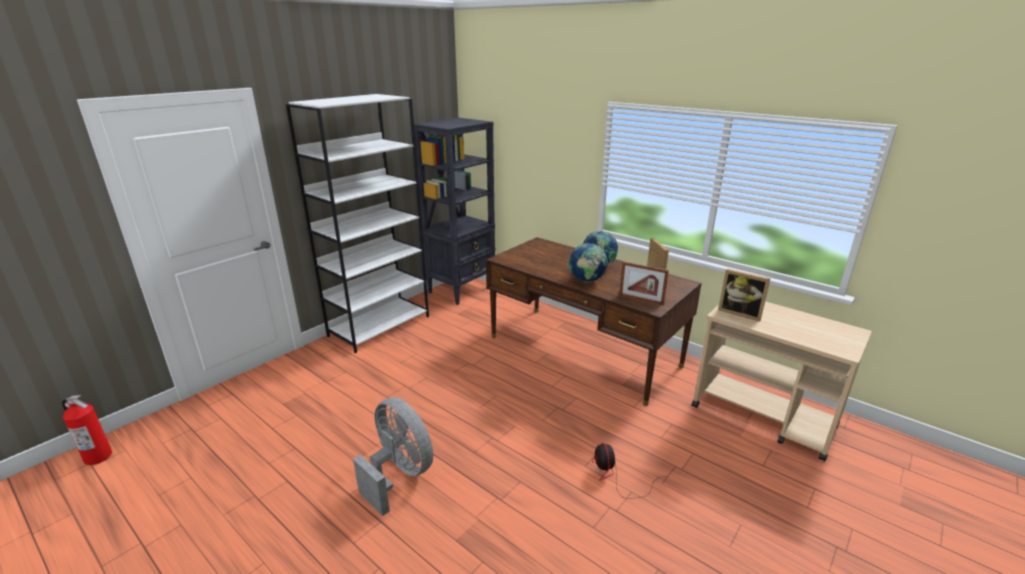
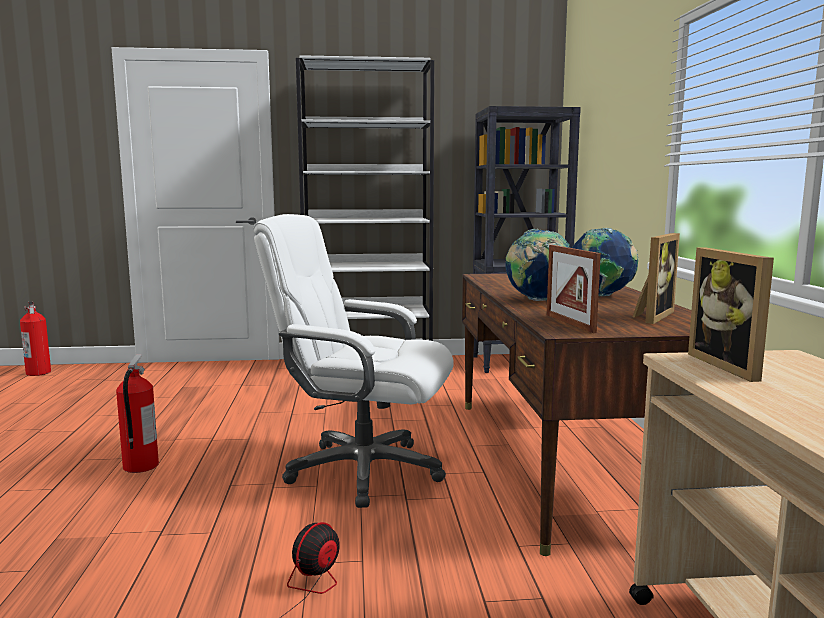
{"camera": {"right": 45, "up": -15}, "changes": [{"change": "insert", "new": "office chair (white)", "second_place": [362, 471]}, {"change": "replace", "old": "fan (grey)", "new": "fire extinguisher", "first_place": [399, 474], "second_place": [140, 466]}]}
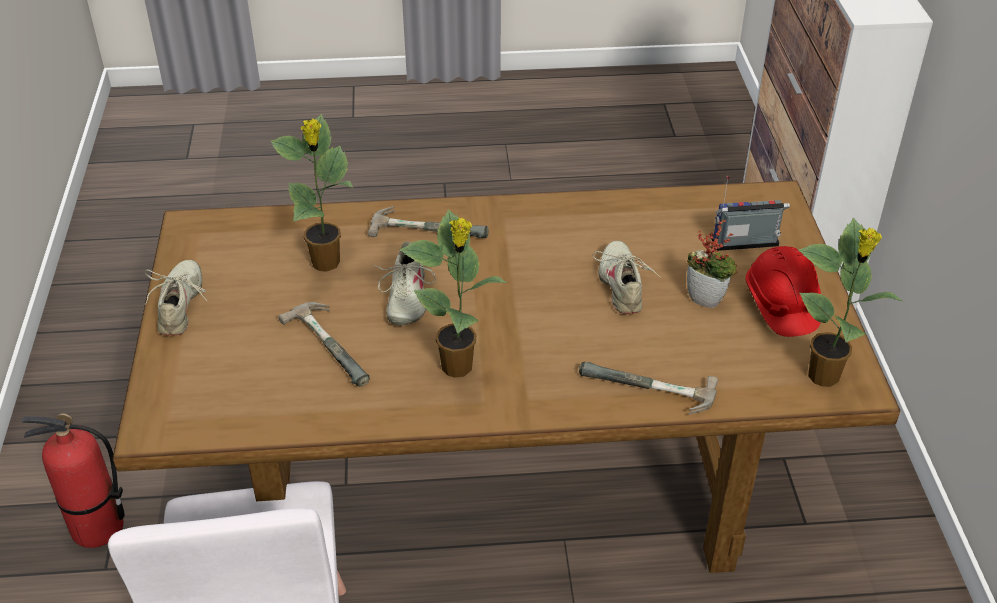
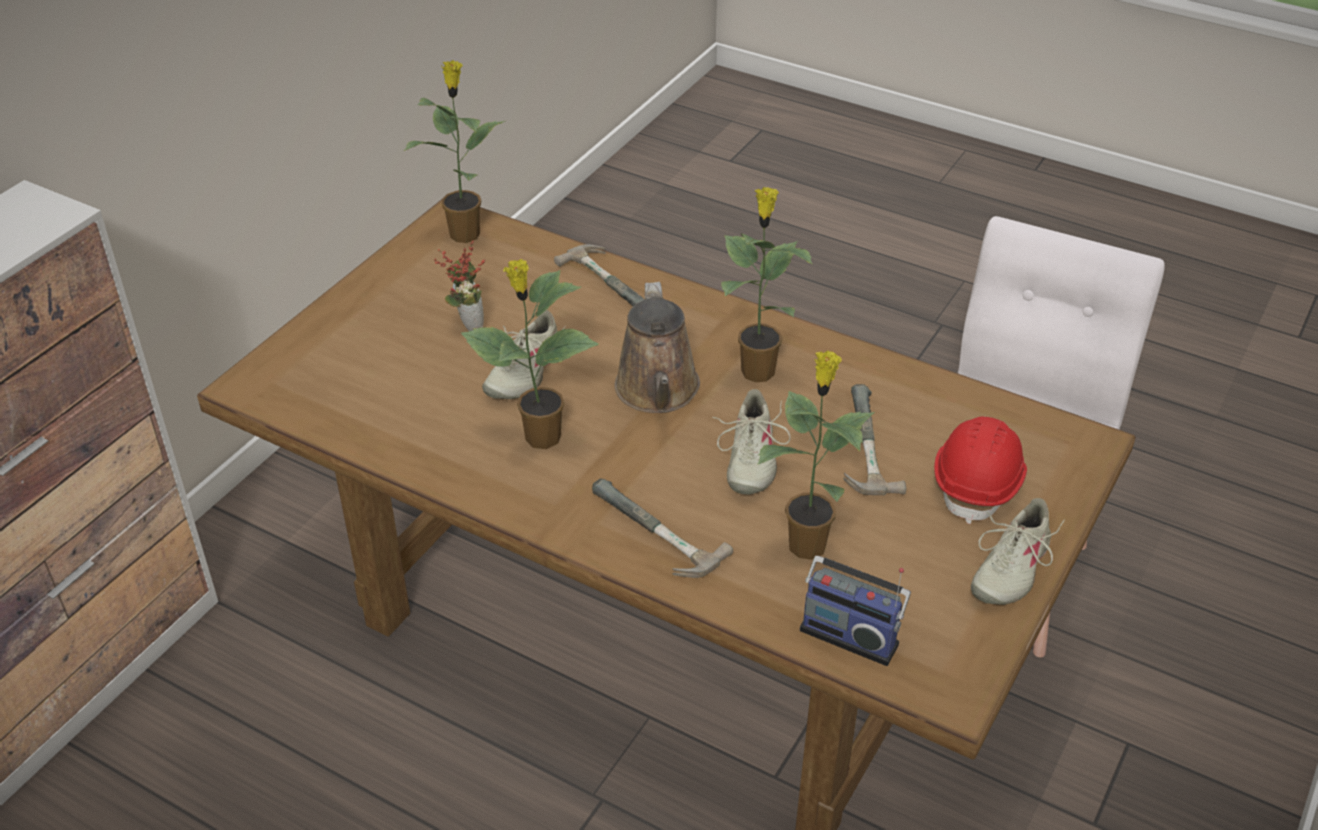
{"camera": {"right": -145, "up": 0}, "changes": [{"change": "delete", "old": "fire extinguisher", "first_place": [97, 528]}, {"change": "insert", "new": "potted plant", "second_place": [540, 438]}, {"change": "insert", "new": "watering can (brown)", "second_place": [658, 392]}, {"change": "move", "old": "radio", "first_place": [746, 244], "second_place": [850, 634]}, {"change": "move", "old": "hard hat (red)", "first_place": [780, 306], "second_place": [978, 483]}, {"change": "rotate", "old": "shoe (beige)", "first_place": [406, 298], "second_place": [750, 459], "degrees": 150}]}
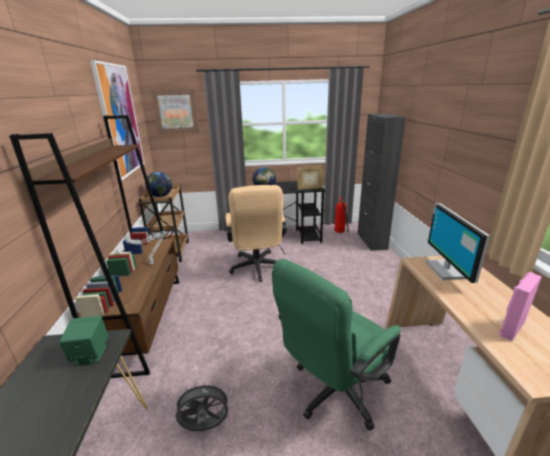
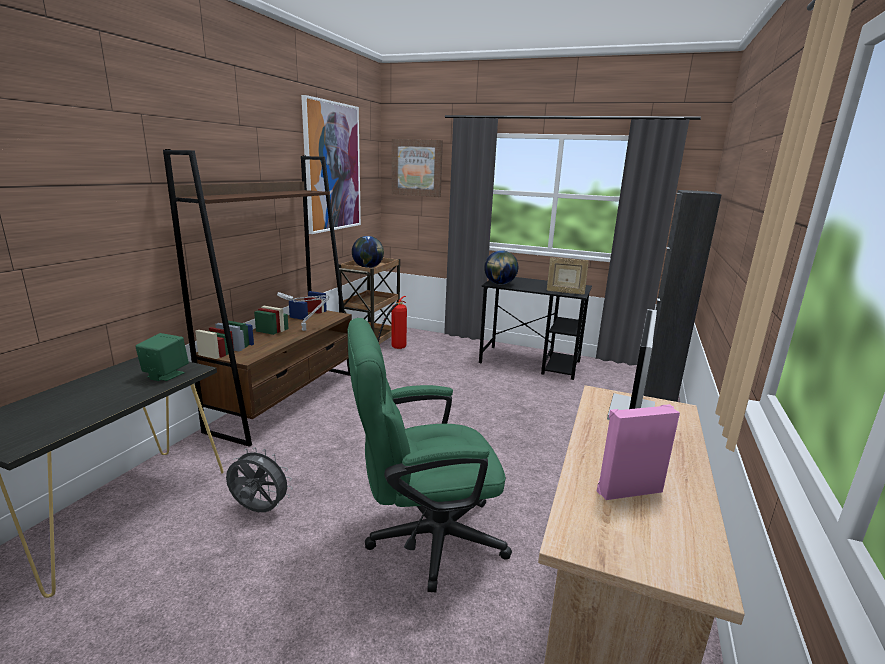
{"camera": {"right": 25, "up": -5}, "changes": [{"change": "delete", "old": "office chair (beige)", "first_place": [257, 269]}, {"change": "move", "old": "fire extinguisher", "first_place": [340, 233], "second_place": [394, 349]}]}
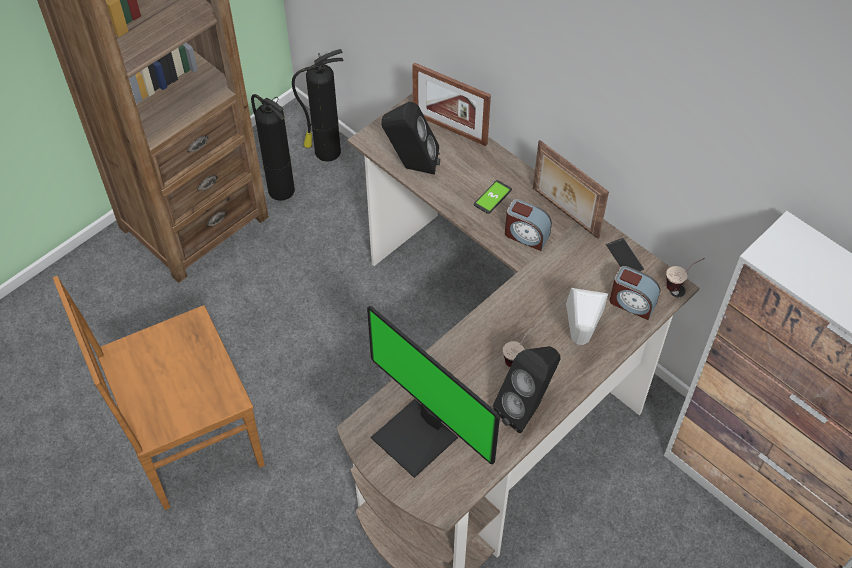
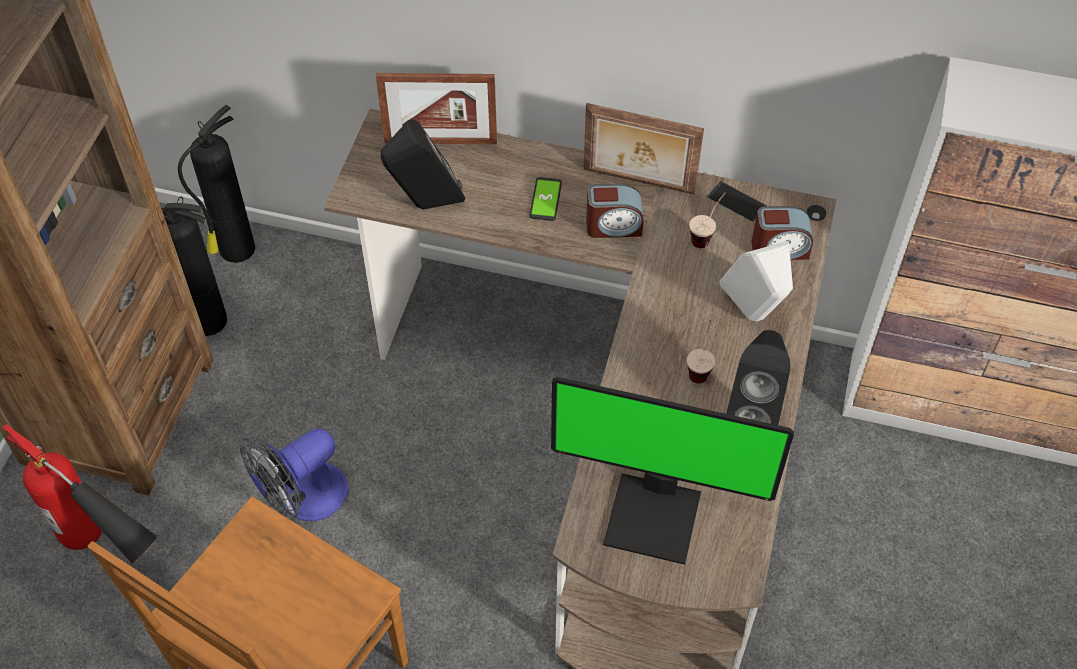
{"camera": {"right": -30, "up": 0}, "changes": [{"change": "insert", "new": "fire extinguisher", "second_place": [111, 552]}, {"change": "insert", "new": "fan", "second_place": [303, 499]}, {"change": "move", "old": "cup", "first_place": [680, 283], "second_place": [706, 235]}]}
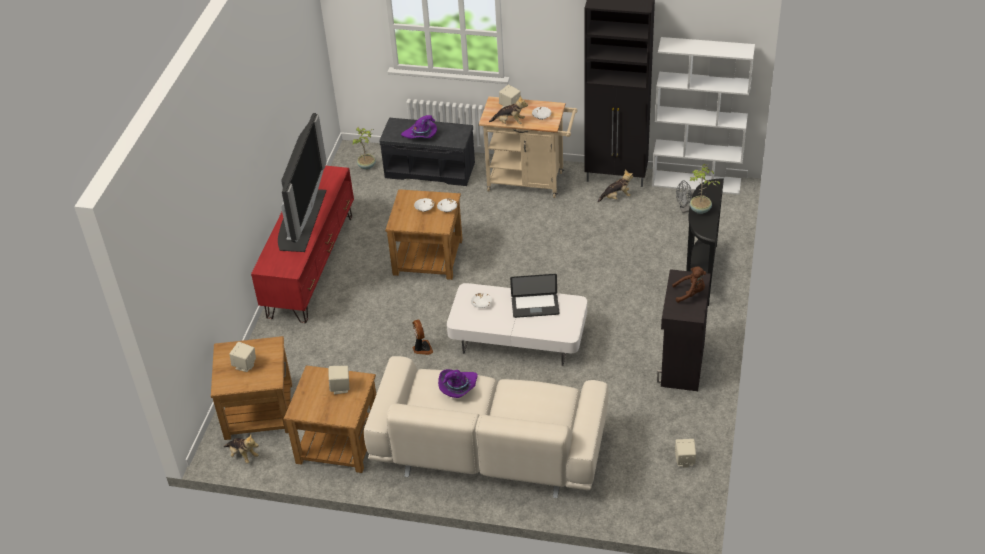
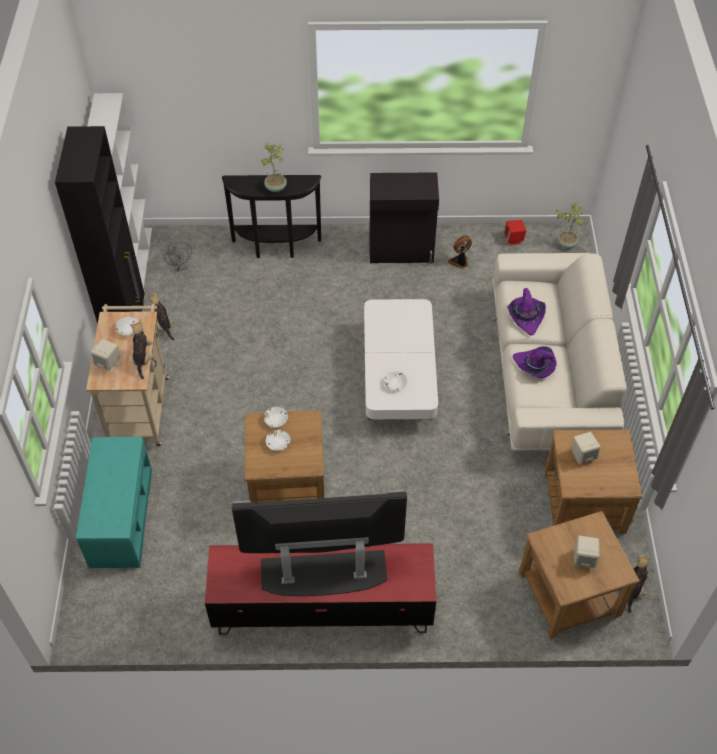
{"camera": {"right": -105, "up": 10}, "changes": [{"change": "delete", "old": "laptop", "first_place": [535, 306]}, {"change": "delete", "old": "plush toy (brown)", "first_place": [690, 293]}, {"change": "move", "old": "potted plant", "first_place": [367, 166], "second_place": [566, 244]}, {"change": "move", "old": "hat (purple)", "first_place": [421, 135], "second_place": [526, 317]}, {"change": "move", "old": "fan", "first_place": [422, 348], "second_place": [459, 262]}, {"change": "recolor", "old": "bench (grey)", "new": "bench (turquoise)", "first_place": [431, 169], "second_place": [120, 517]}, {"change": "recolor", "old": "speaker (beige)", "new": "speaker (red)", "first_place": [684, 461], "second_place": [513, 239]}]}
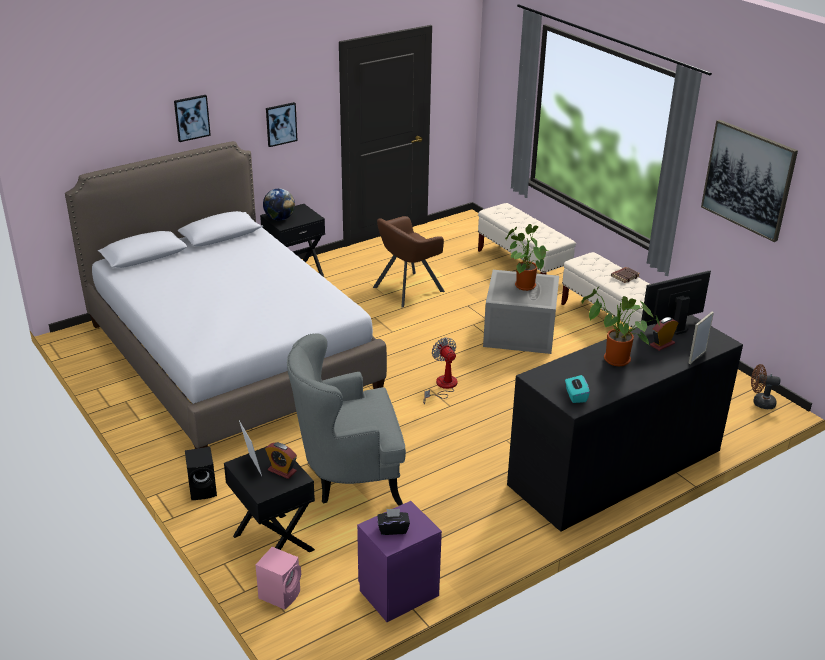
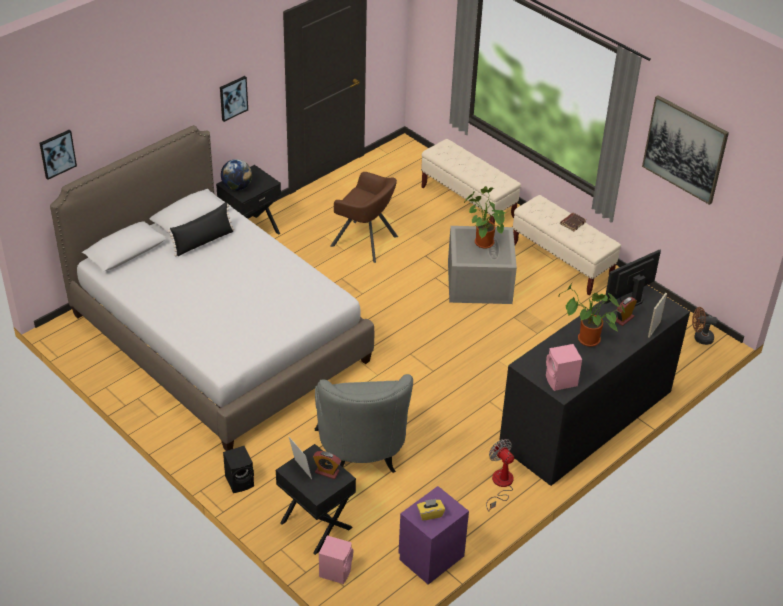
{"camera": {"right": -10, "up": 10}, "changes": [{"change": "insert", "new": "pillow (black)", "second_place": [203, 241]}, {"change": "move", "old": "picture", "first_place": [191, 117], "second_place": [57, 154]}, {"change": "move", "old": "fan", "first_place": [443, 386], "second_place": [500, 485]}, {"change": "replace", "old": "tissue box (turquoise)", "new": "speaker (pink)", "first_place": [575, 396], "second_place": [561, 381]}, {"change": "recolor", "old": "tissue box (black)", "new": "tissue box (yellow)", "first_place": [393, 529], "second_place": [430, 514]}, {"change": "rotate", "old": "armchair (grey)", "first_place": [348, 476], "second_place": [362, 454], "degrees": -75}, {"change": "rotate", "old": "armchair (brown)", "first_place": [407, 289], "second_place": [364, 241], "degrees": -105}]}
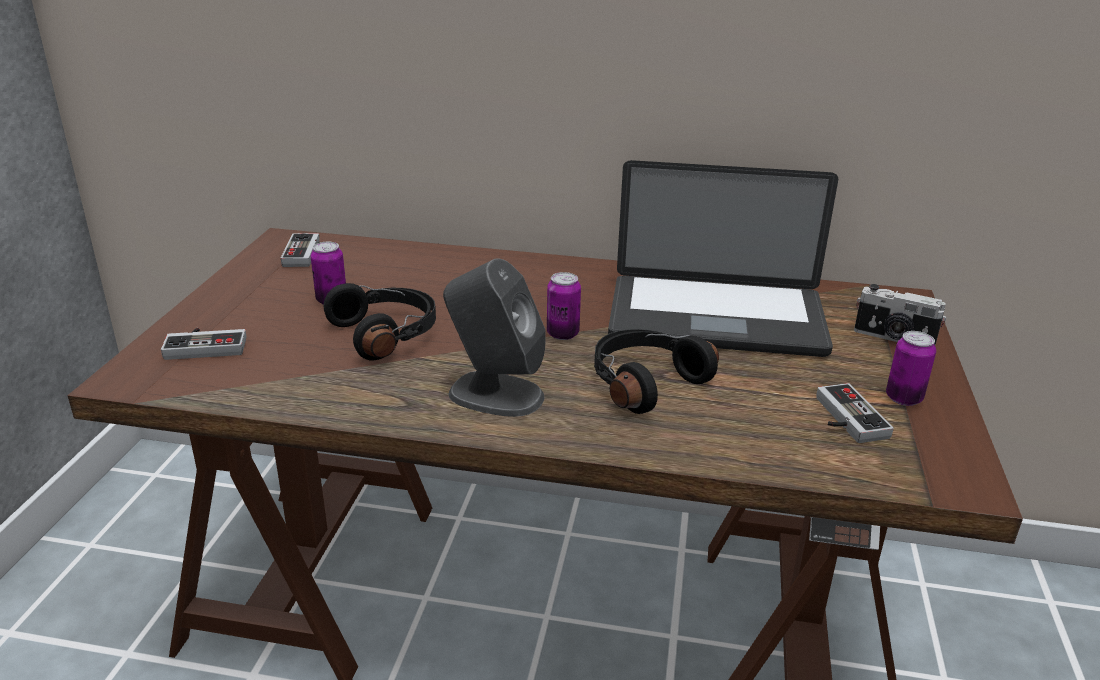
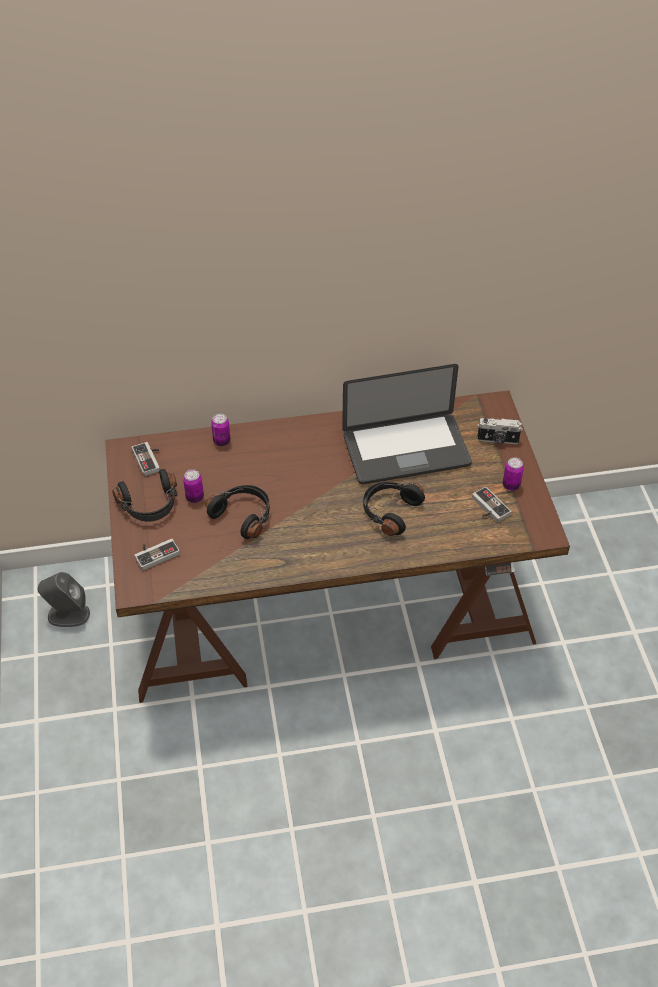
{"camera": {"right": -20, "up": 20}, "changes": [{"change": "insert", "new": "headphones (black)", "second_place": [150, 505]}, {"change": "move", "old": "speaker (grey)", "first_place": [494, 394], "second_place": [68, 614]}, {"change": "move", "old": "can", "first_place": [562, 334], "second_place": [222, 441]}]}
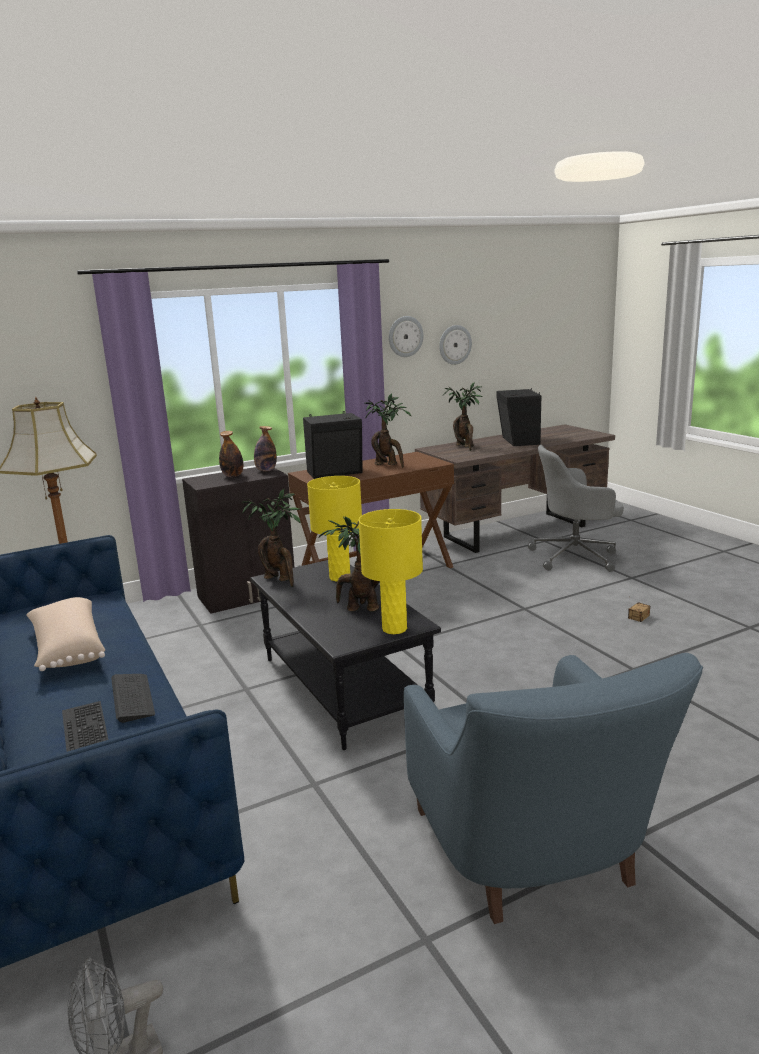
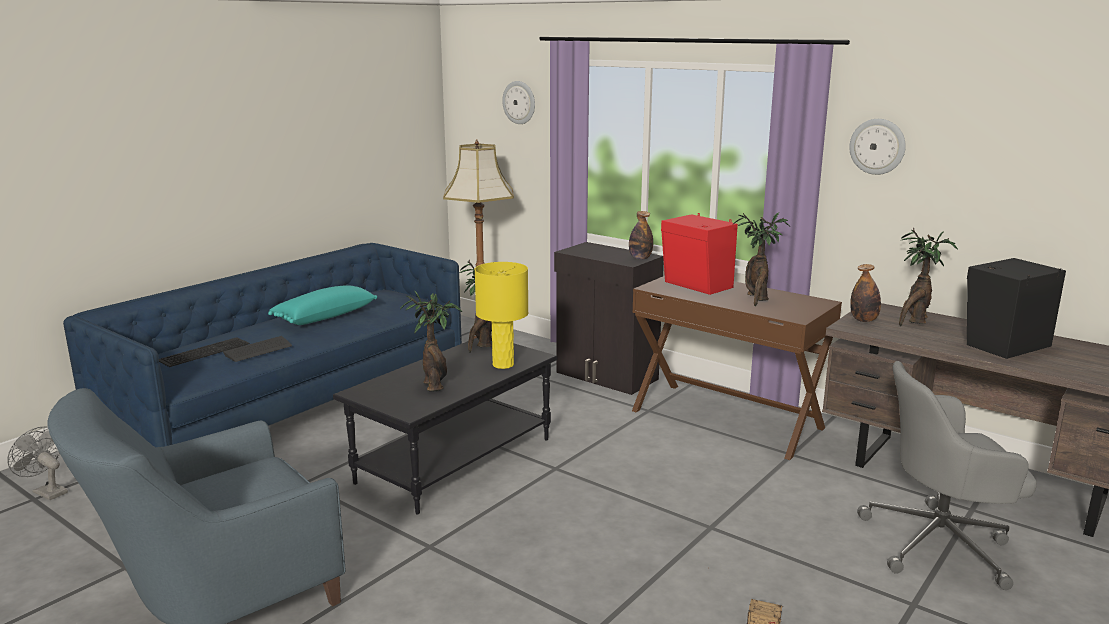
{"camera": {"right": 65, "up": 0}, "changes": [{"change": "delete", "old": "table lamp (yellow)", "first_place": [395, 628]}, {"change": "move", "old": "bottle", "first_place": [233, 476], "second_place": [864, 320]}, {"change": "move", "old": "wall clock", "first_place": [454, 344], "second_place": [519, 102]}, {"change": "recolor", "old": "pillow (beige)", "new": "pillow (turquoise)", "first_place": [67, 649], "second_place": [324, 316]}, {"change": "recolor", "old": "speaker (black)", "new": "speaker (red)", "first_place": [336, 473], "second_place": [697, 285]}, {"change": "rotate", "old": "office chair (grey)", "first_place": [576, 556], "second_place": [940, 544], "degrees": -60}]}
